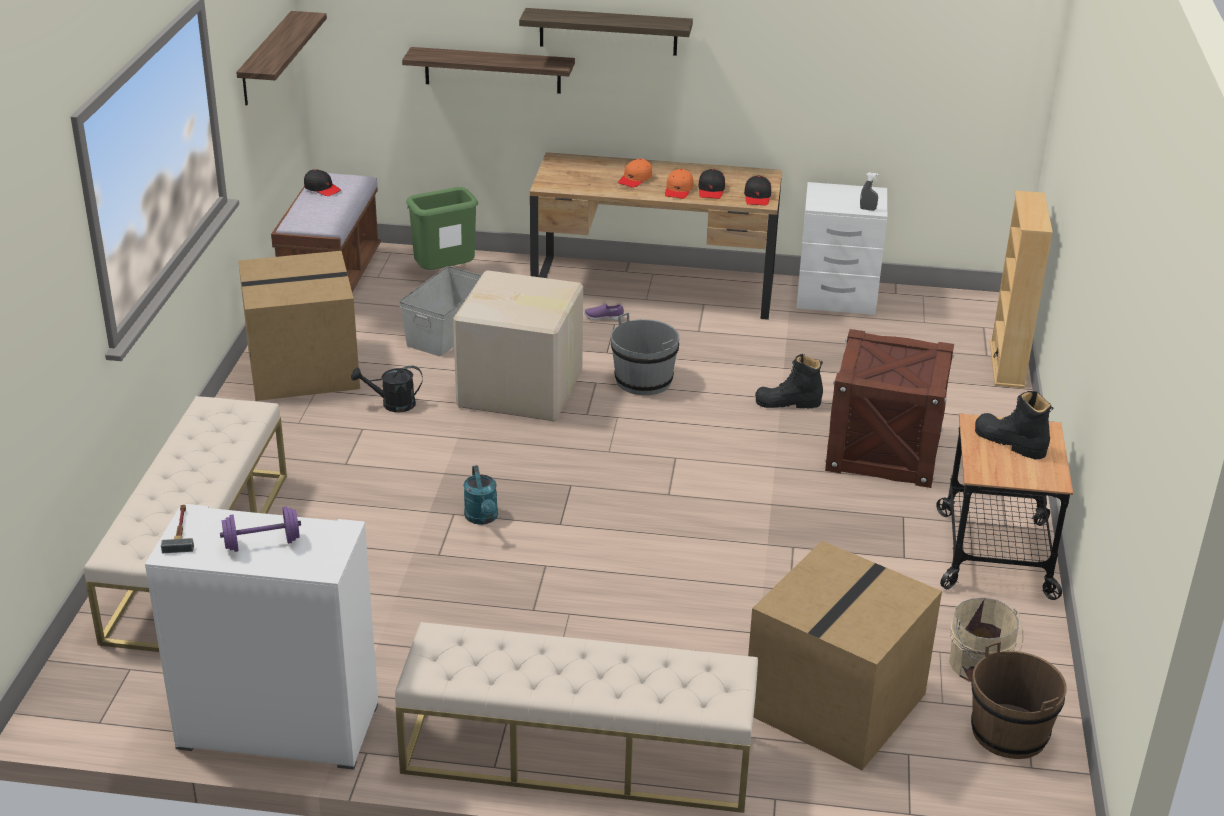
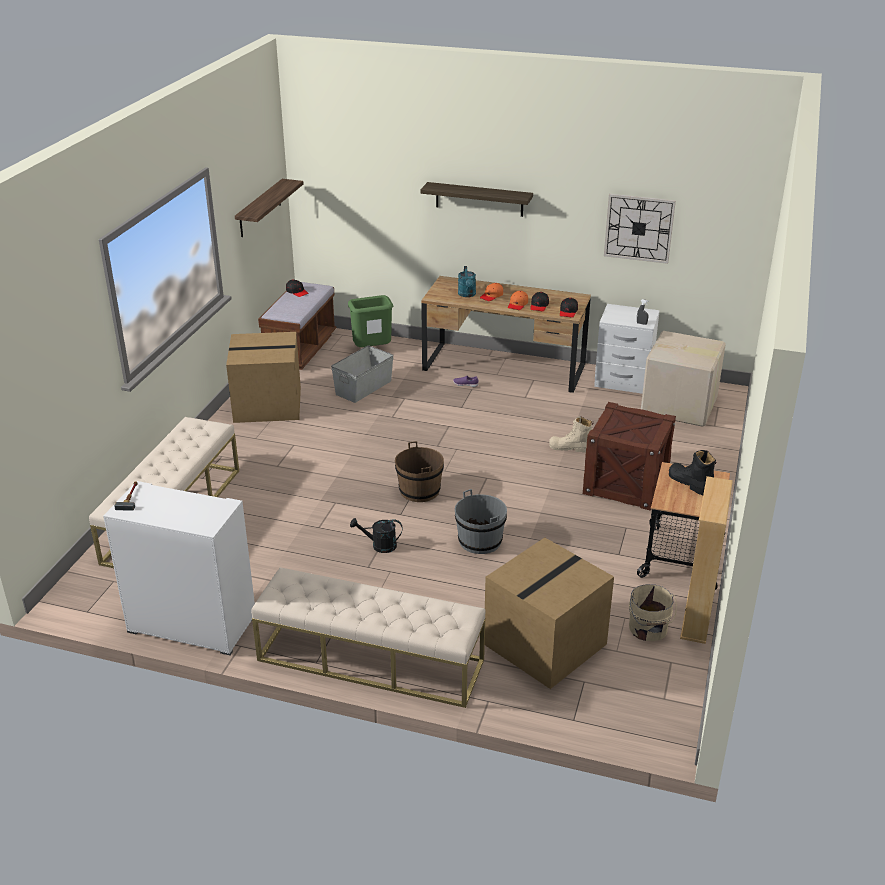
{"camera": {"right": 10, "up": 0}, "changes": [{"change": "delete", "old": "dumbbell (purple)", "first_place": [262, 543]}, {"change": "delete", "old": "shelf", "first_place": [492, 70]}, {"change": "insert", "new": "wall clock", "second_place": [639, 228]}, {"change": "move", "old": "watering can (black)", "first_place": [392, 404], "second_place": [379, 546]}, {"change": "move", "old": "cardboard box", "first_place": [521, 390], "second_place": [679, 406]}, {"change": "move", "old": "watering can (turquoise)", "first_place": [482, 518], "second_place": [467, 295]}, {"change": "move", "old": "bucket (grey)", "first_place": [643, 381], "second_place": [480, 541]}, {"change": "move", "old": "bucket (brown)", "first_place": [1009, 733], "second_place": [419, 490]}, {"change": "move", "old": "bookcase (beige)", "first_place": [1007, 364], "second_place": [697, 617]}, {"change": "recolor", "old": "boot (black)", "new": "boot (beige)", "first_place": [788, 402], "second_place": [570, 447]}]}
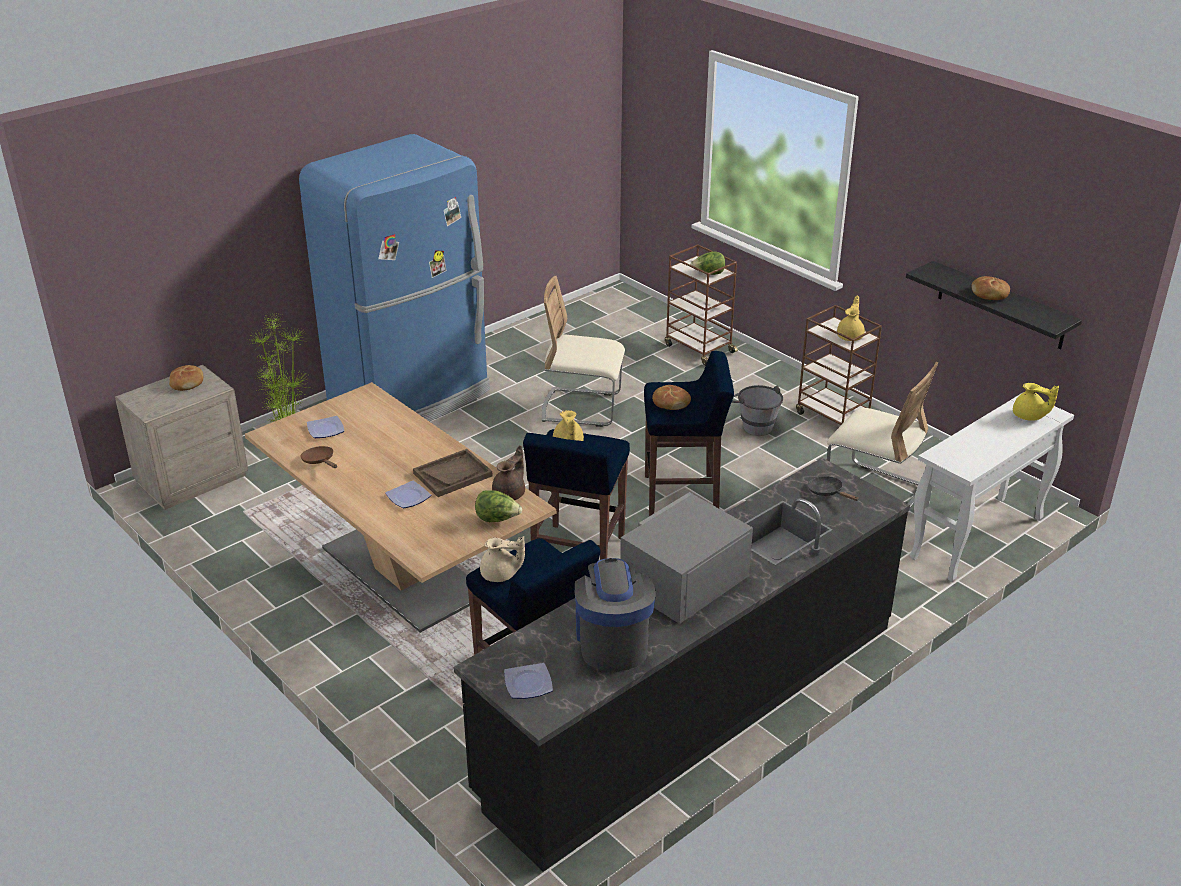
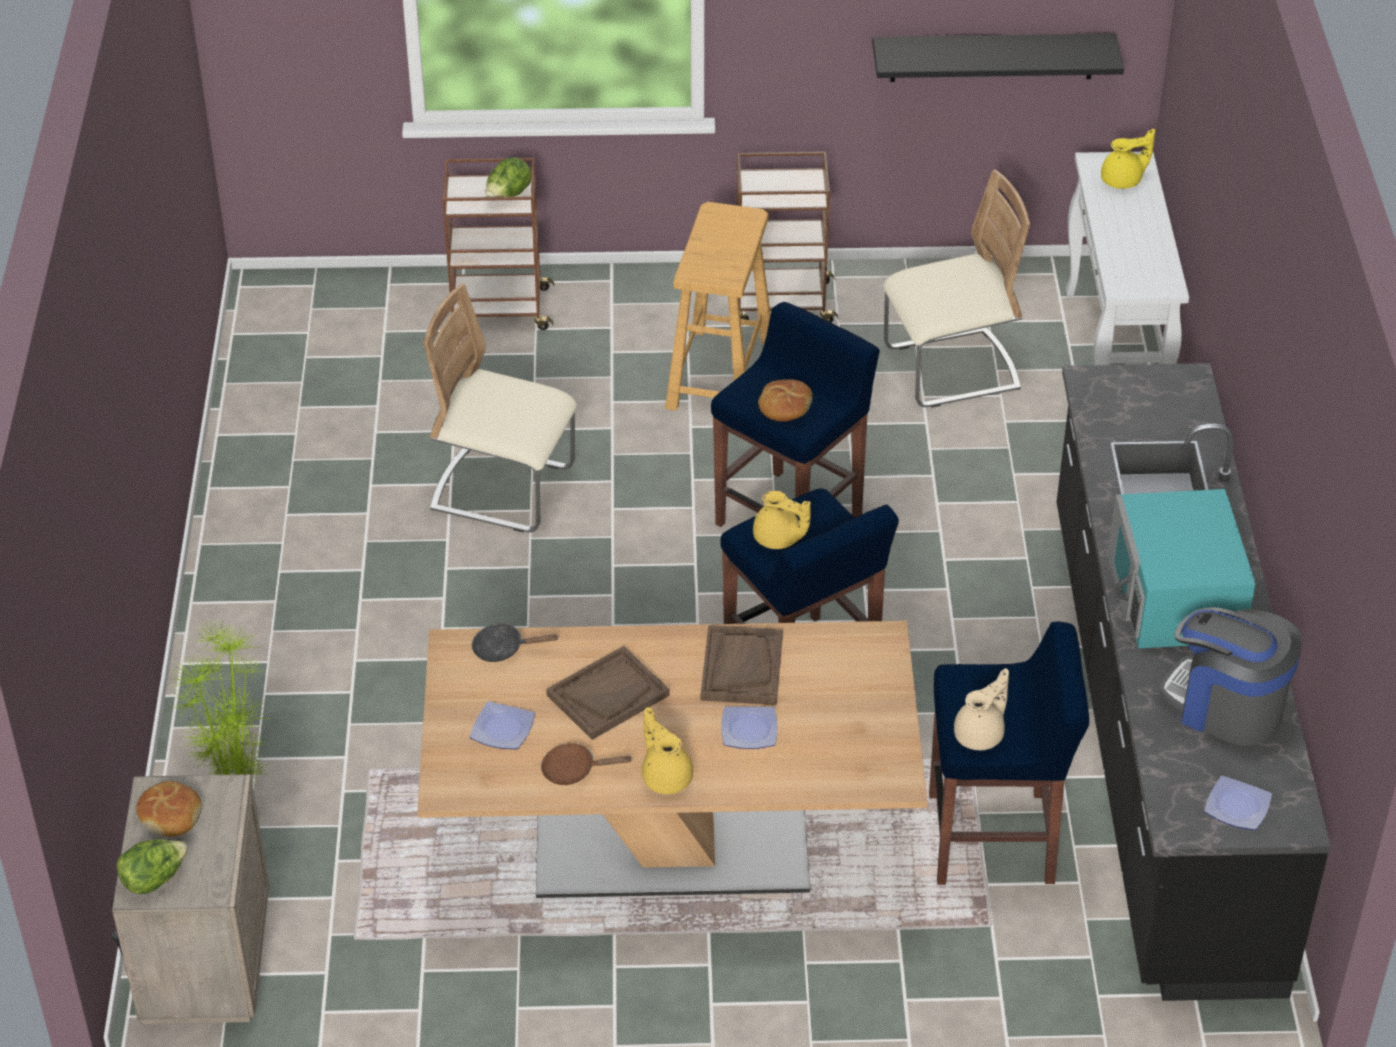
{"camera": {"right": -50, "up": 10}, "changes": [{"change": "delete", "old": "fridge (blue)", "first_place": [411, 397]}, {"change": "delete", "old": "teapot (brown)", "first_place": [510, 494]}, {"change": "delete", "old": "bread", "first_place": [989, 294]}, {"change": "insert", "new": "tray (brown)", "second_place": [608, 695]}, {"change": "move", "old": "lettuce", "first_place": [497, 519], "second_place": [154, 879]}, {"change": "move", "old": "frying pan (black)", "first_place": [828, 492], "second_place": [503, 649]}, {"change": "move", "old": "teapot (yellow)", "first_place": [850, 336], "second_place": [666, 776]}, {"change": "replace", "old": "bucket (grey)", "new": "stool (beige)", "first_place": [753, 425], "second_place": [720, 374]}, {"change": "recolor", "old": "microwave (grey)", "new": "microwave (turquoise)", "first_place": [683, 580], "second_place": [1175, 597]}, {"change": "rotate", "old": "chair (beige)", "first_place": [582, 408], "second_place": [503, 490], "degrees": 60}]}
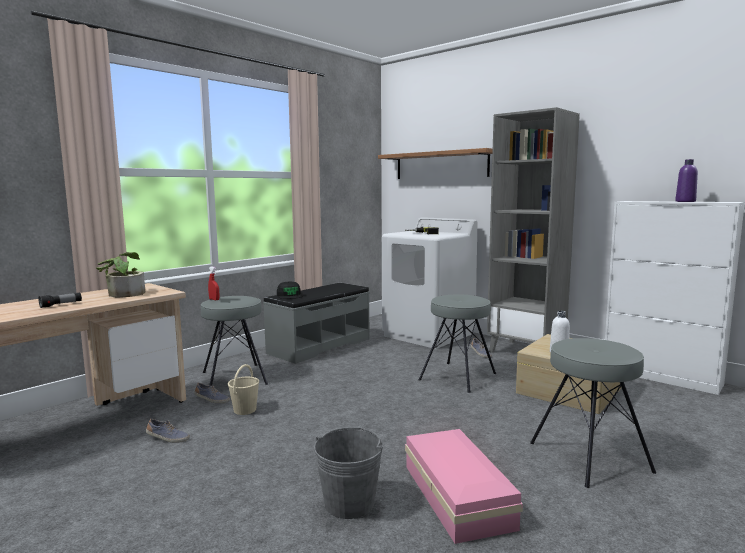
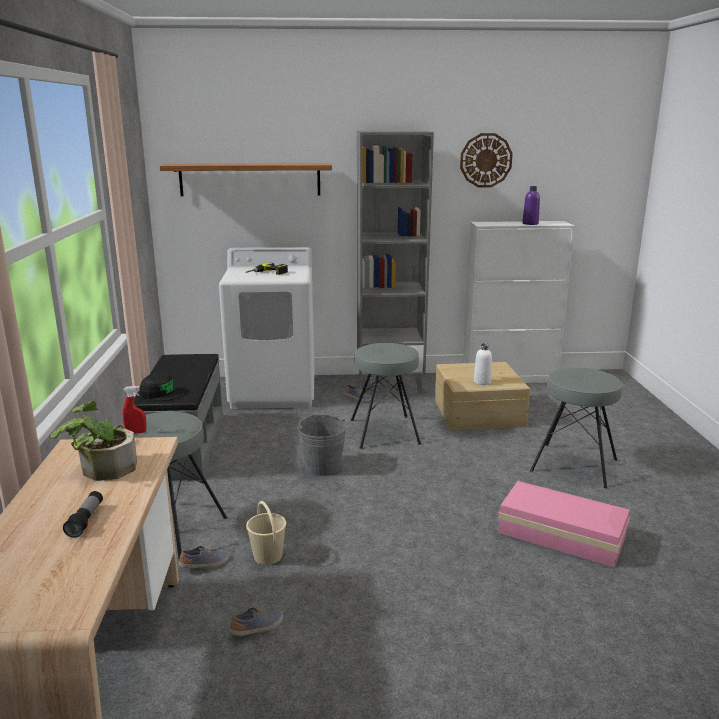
{"camera": {"right": -45, "up": 10}, "changes": [{"change": "insert", "new": "wall clock", "second_place": [486, 160]}, {"change": "move", "old": "bucket (grey)", "first_place": [349, 503], "second_place": [322, 467]}]}
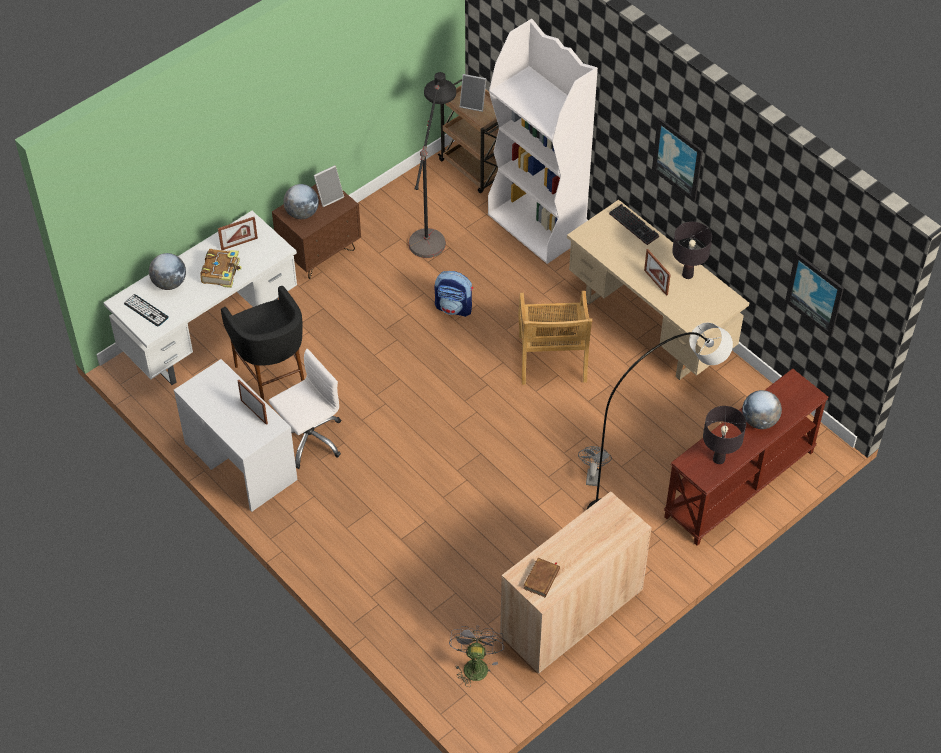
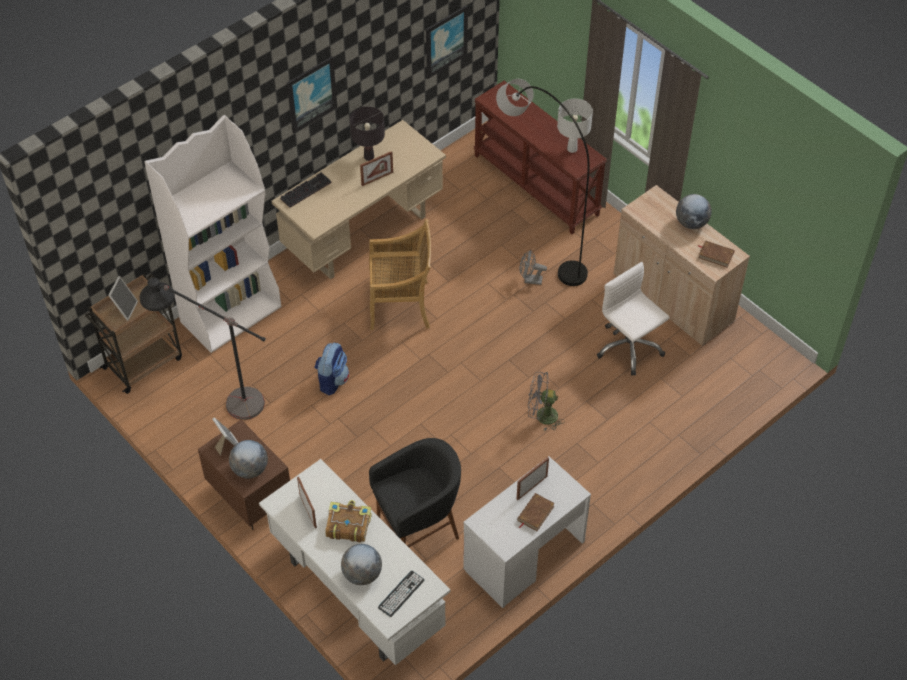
{"camera": {"right": -90, "up": 0}, "changes": [{"change": "insert", "new": "book (brown)", "second_place": [535, 513]}, {"change": "move", "old": "office chair (white)", "first_place": [309, 438], "second_place": [629, 347]}, {"change": "move", "old": "fan (grey)", "first_place": [475, 664], "second_place": [542, 416]}, {"change": "move", "old": "globe", "first_place": [759, 421], "second_place": [691, 223]}, {"change": "recolor", "old": "table lamp (black)", "new": "table lamp (white)", "first_place": [718, 459], "second_place": [572, 149]}]}
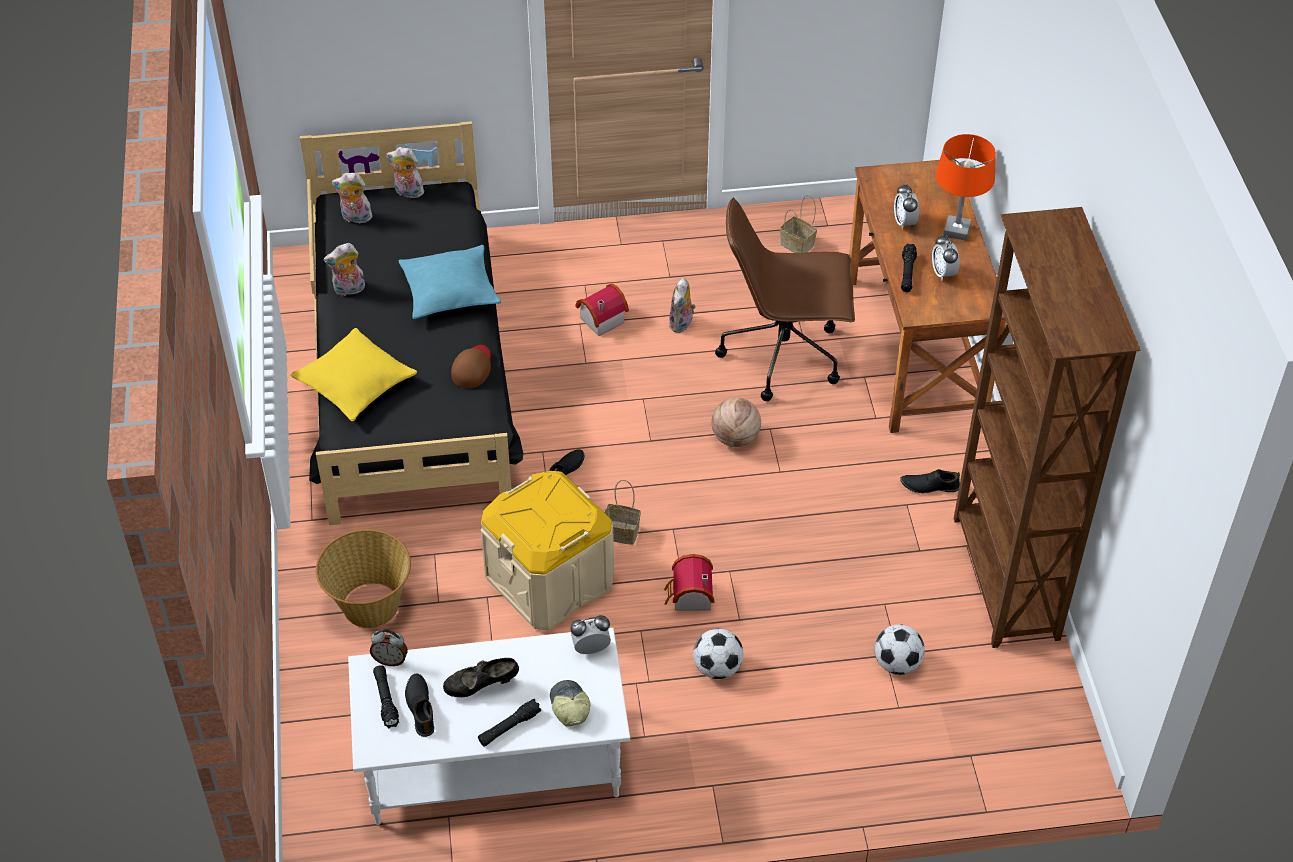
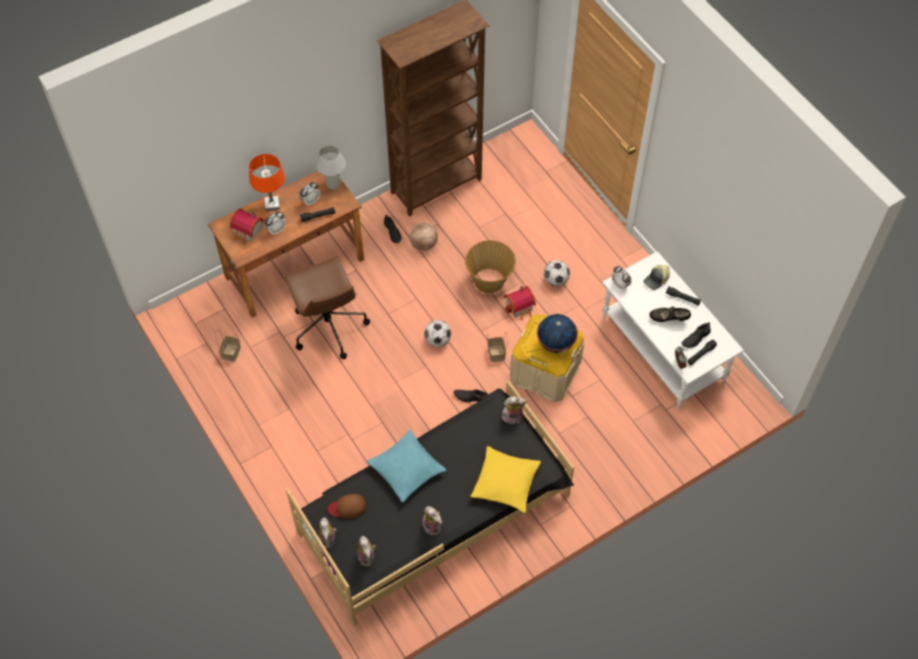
{"camera": {"right": -115, "up": 10}, "changes": [{"change": "insert", "new": "table lamp (white)", "second_place": [333, 184]}, {"change": "insert", "new": "globe", "second_place": [555, 343]}, {"change": "move", "old": "basket", "first_place": [370, 606], "second_place": [489, 281]}, {"change": "move", "old": "cap (brown)", "first_place": [472, 368], "second_place": [348, 507]}, {"change": "move", "old": "toy house", "first_place": [599, 319], "second_place": [248, 232]}, {"change": "move", "old": "plush toy", "first_place": [682, 324], "second_place": [512, 415]}, {"change": "move", "old": "basketball", "first_place": [735, 438], "second_place": [423, 244]}, {"change": "move", "old": "football", "first_place": [897, 663], "second_place": [437, 340]}, {"change": "rotate", "old": "shoe (black)", "first_place": [481, 686], "second_place": [668, 319], "degrees": 135}]}
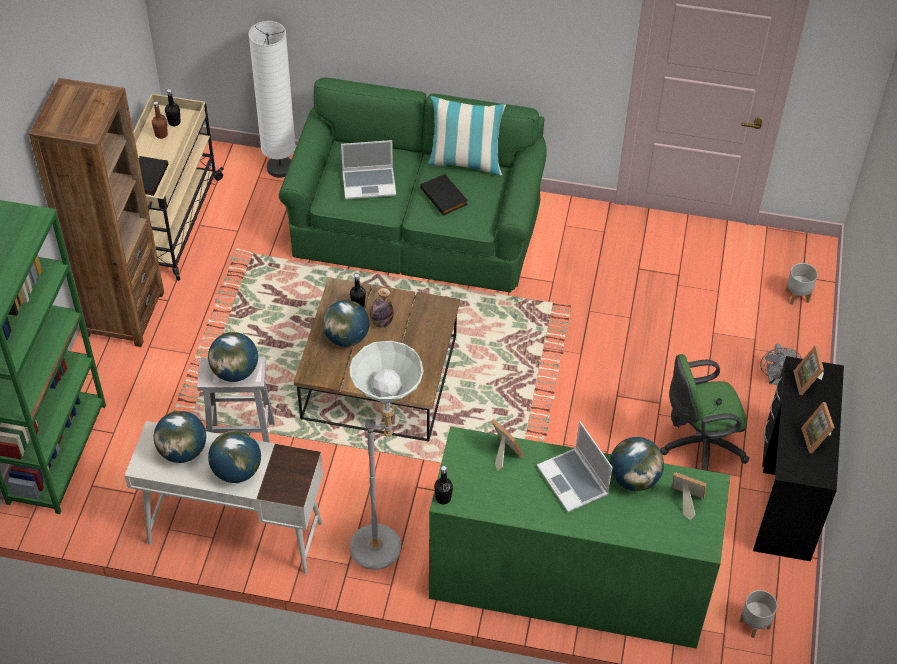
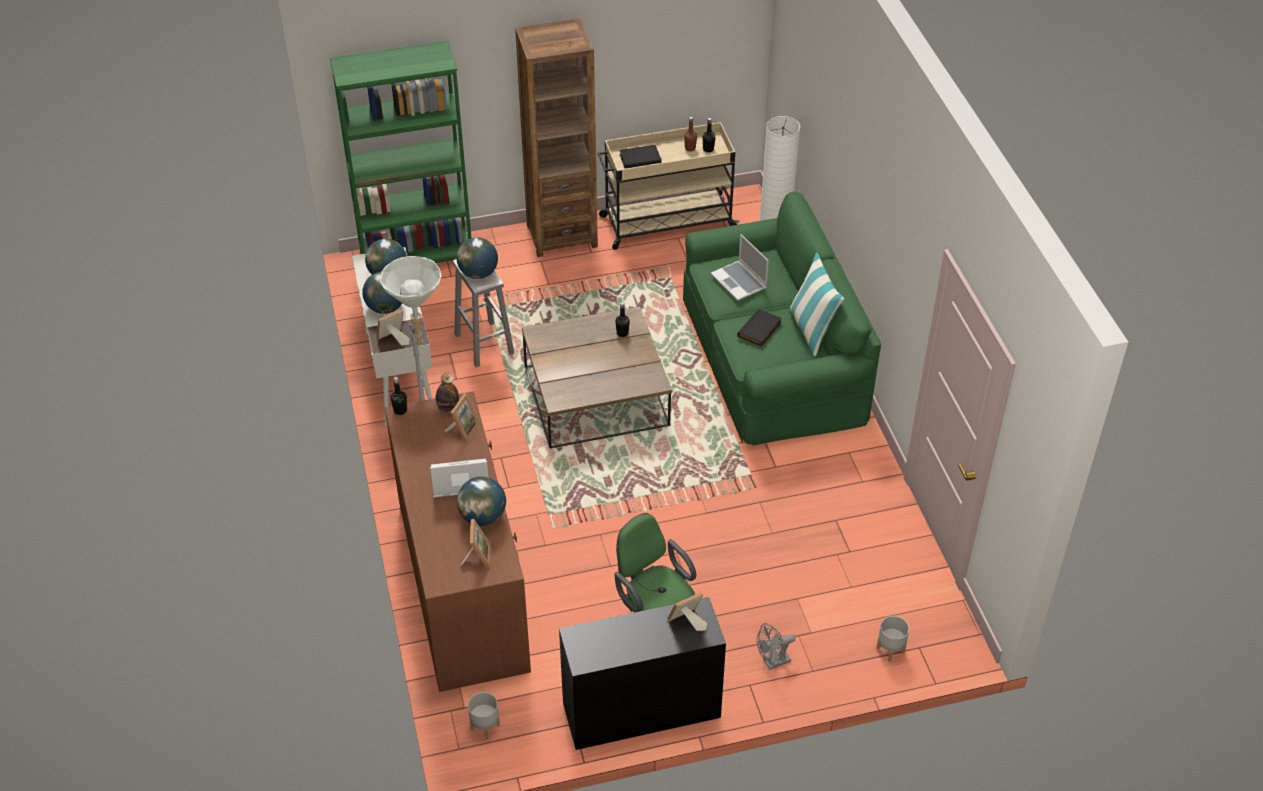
{"camera": {"right": 65, "up": -5}, "changes": [{"change": "delete", "old": "globe", "first_place": [347, 337]}, {"change": "move", "old": "bottle", "first_place": [381, 322], "second_place": [448, 408]}, {"change": "move", "old": "picture frame", "first_place": [817, 439], "second_place": [393, 339]}, {"change": "recolor", "old": "dresser (green)", "new": "dresser (brown)", "first_place": [568, 580], "second_place": [462, 583]}, {"change": "rotate", "old": "laptop", "first_place": [574, 481], "second_place": [459, 480], "degrees": 45}]}
